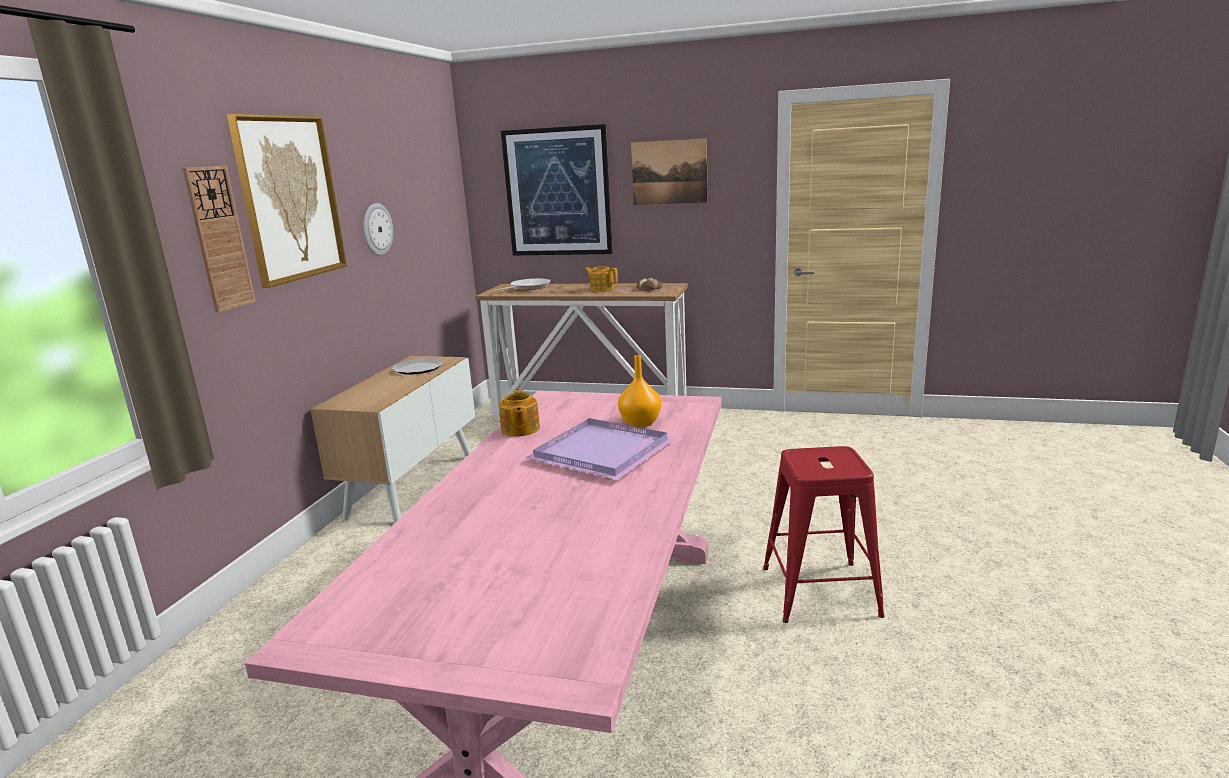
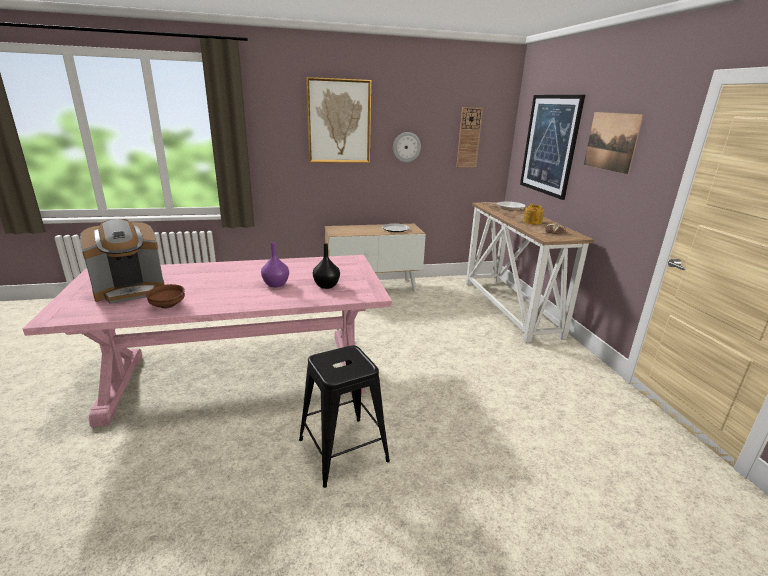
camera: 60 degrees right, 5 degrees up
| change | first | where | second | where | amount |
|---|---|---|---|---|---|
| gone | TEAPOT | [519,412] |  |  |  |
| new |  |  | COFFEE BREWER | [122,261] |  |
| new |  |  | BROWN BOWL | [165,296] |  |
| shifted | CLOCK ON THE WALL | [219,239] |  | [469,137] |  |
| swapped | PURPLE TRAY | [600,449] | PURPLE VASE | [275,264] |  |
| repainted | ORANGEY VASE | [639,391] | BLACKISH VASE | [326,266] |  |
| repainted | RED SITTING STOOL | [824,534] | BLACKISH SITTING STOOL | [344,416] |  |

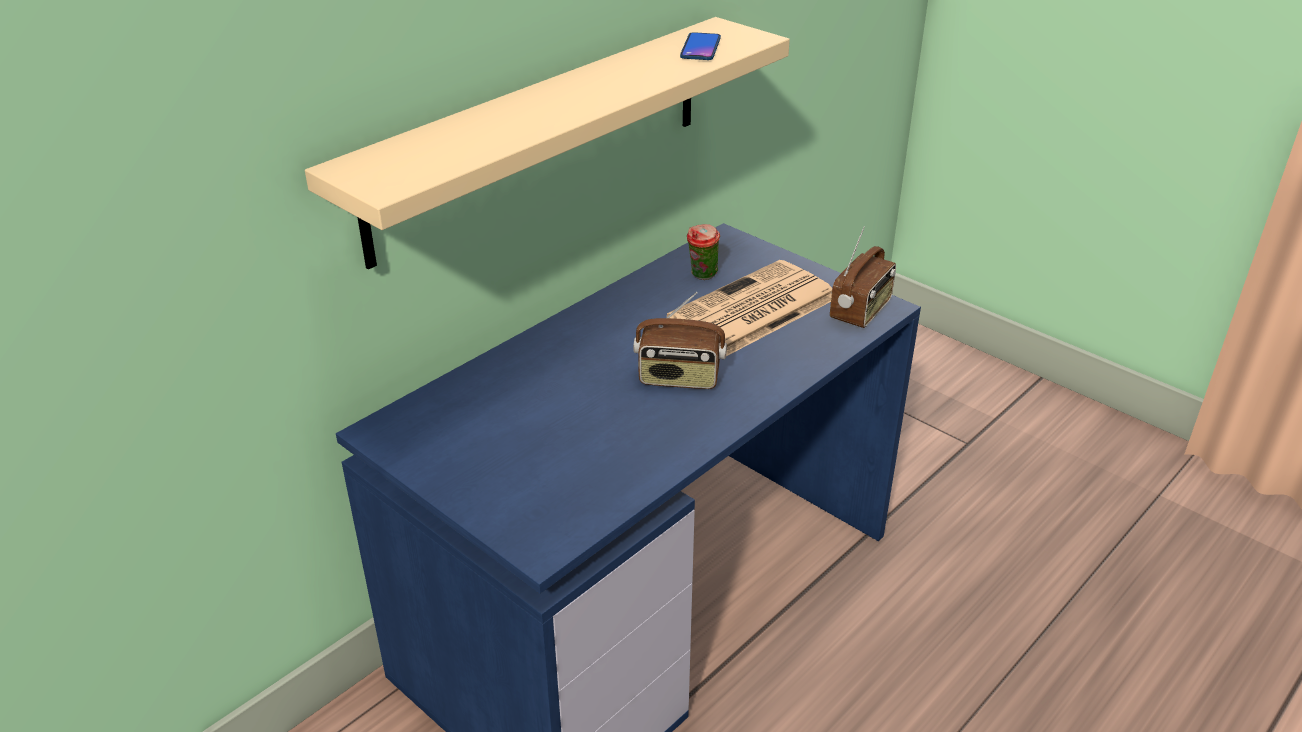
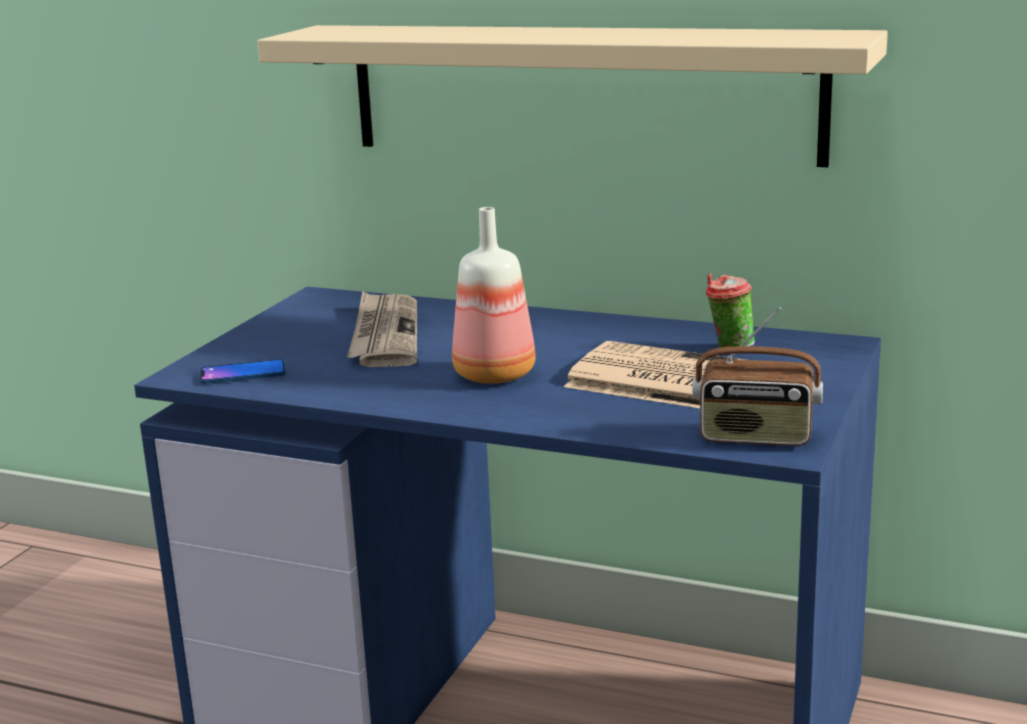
camera: 70 degrees right, 15 degrees down
| change | first | where | second | where | amount |
|---|---|---|---|---|---|
| new |  |  | DAILY PAPER | [382,329] |  |
| shifted | TELEPHONE | [700,46] |  | [242,371] |  |
| swapped | RADIO | [680,340] | DRINK BOTTLE | [494,295] |  |

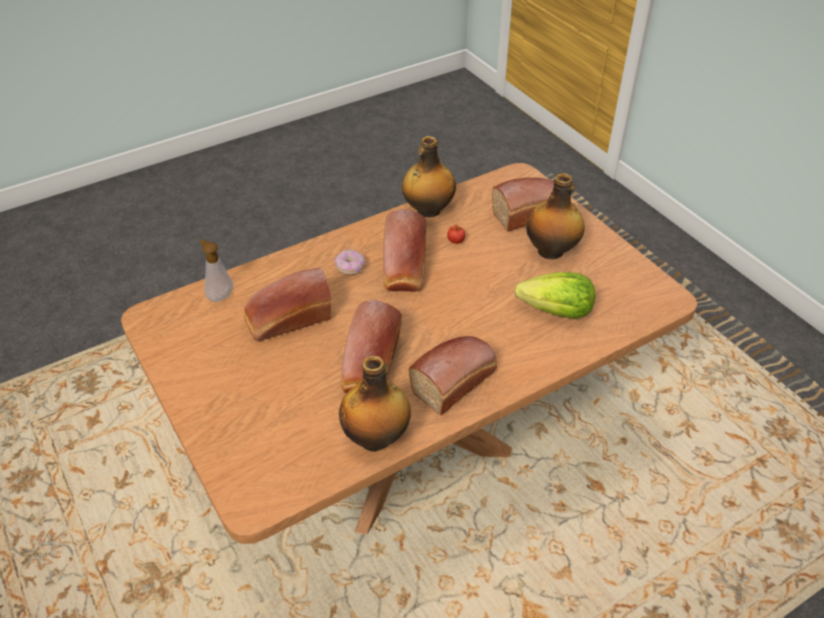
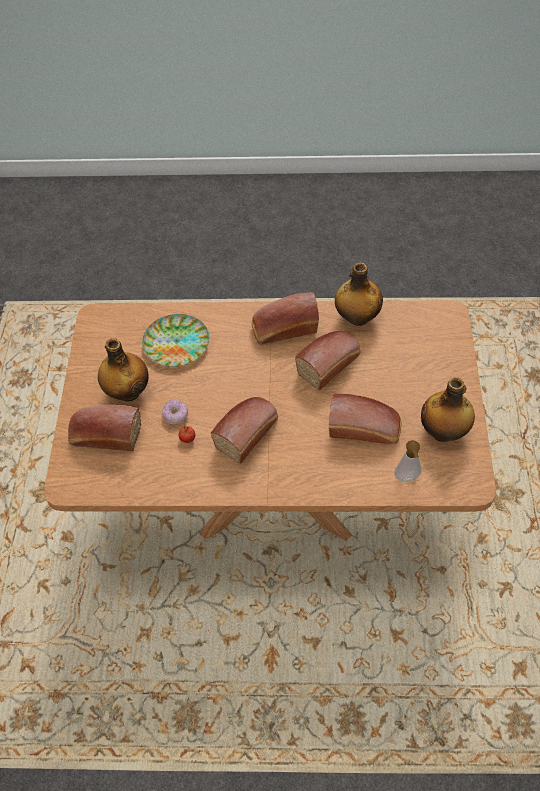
camera: 145 degrees left, 10 degrees up
| change | first | where | second | where | amount |
|---|---|---|---|---|---|
| shifted | DOUGHNUT | [350,262] |  | [175,412] |  |
| shifted | DRINK BOTTLE | [429,176] |  | [448,409] |  |
| swapped | LETTUCE | [555,295] | FLAT DISH | [175,340] |  |

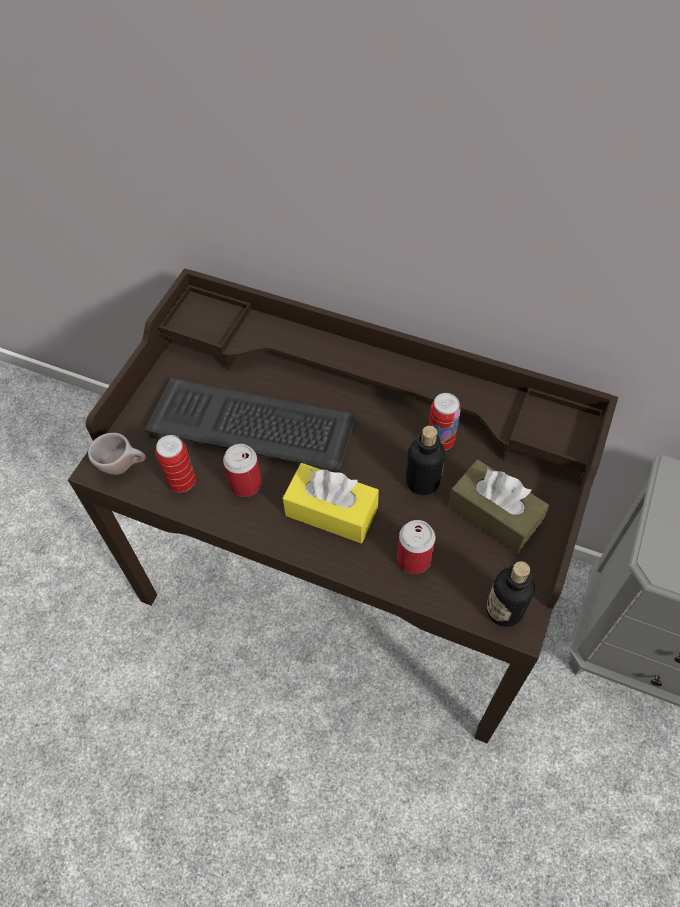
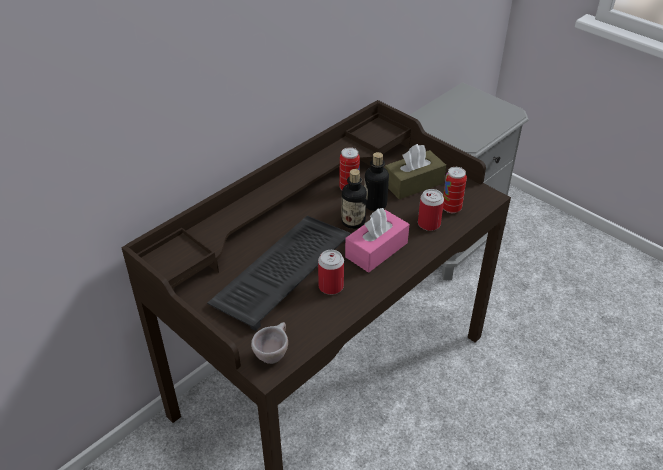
camera: 70 degrees left, 15 degrees down
| change | first | where | second | where | amount |
|---|---|---|---|---|---|
| shifted | CAN | [176,463] |  | [455,190] |  |
| shifted | DRINK BOTTLE | [510,594] |  | [354,199] |  |
| repainted | YELLOWISH BOX OF TISSUES | [331,503] | PINKISH BOX OF TISSUES | [377,240] |  |

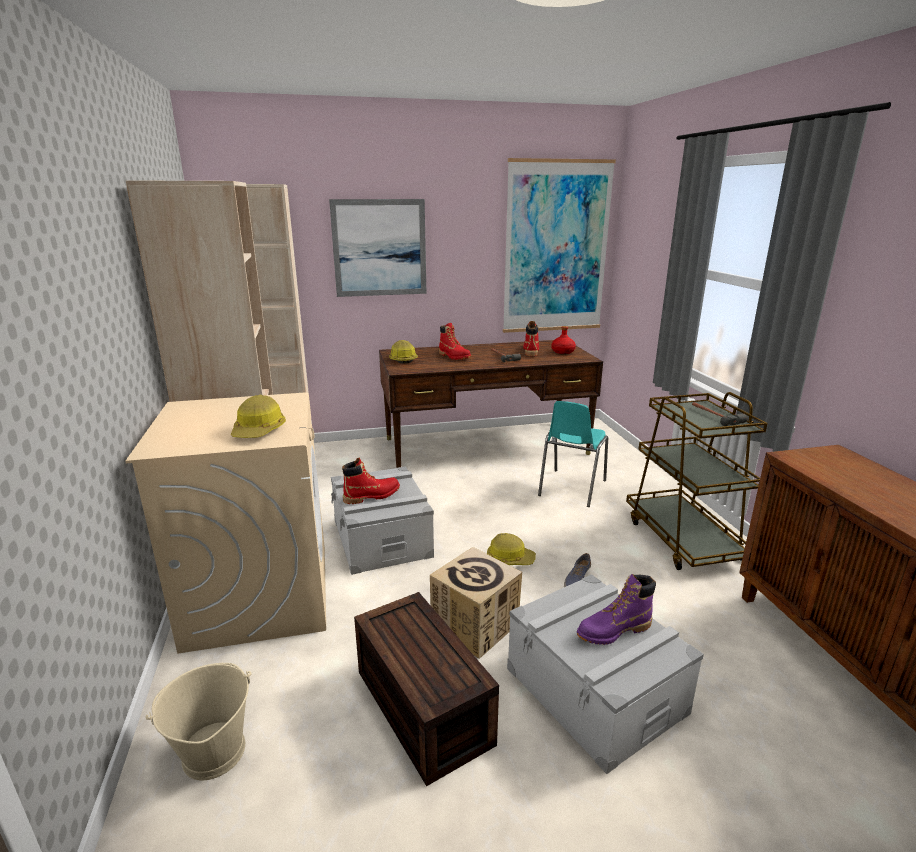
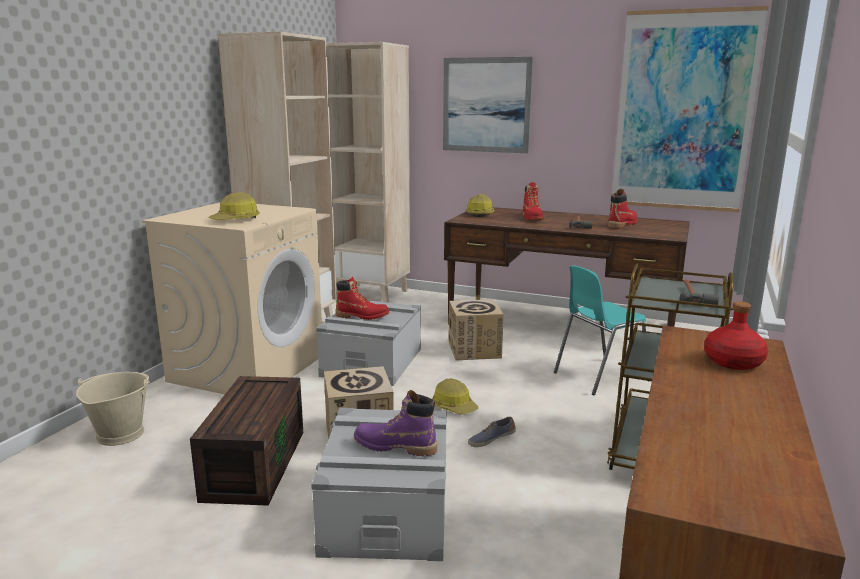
camera: 35 degrees right, 5 degrees down
| change | first | where | second | where | amount |
|---|---|---|---|---|---|
| new |  |  | CARTON | [476,329] |  |
| shifted | RED DRINK BOTTLE | [563,340] |  | [736,335] |  |

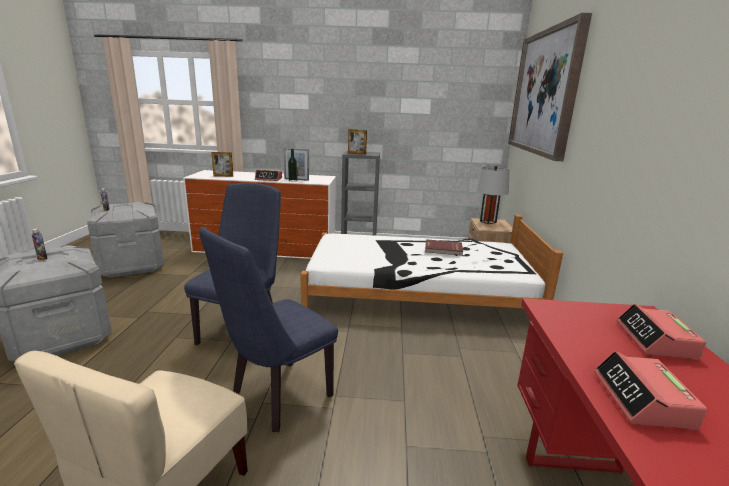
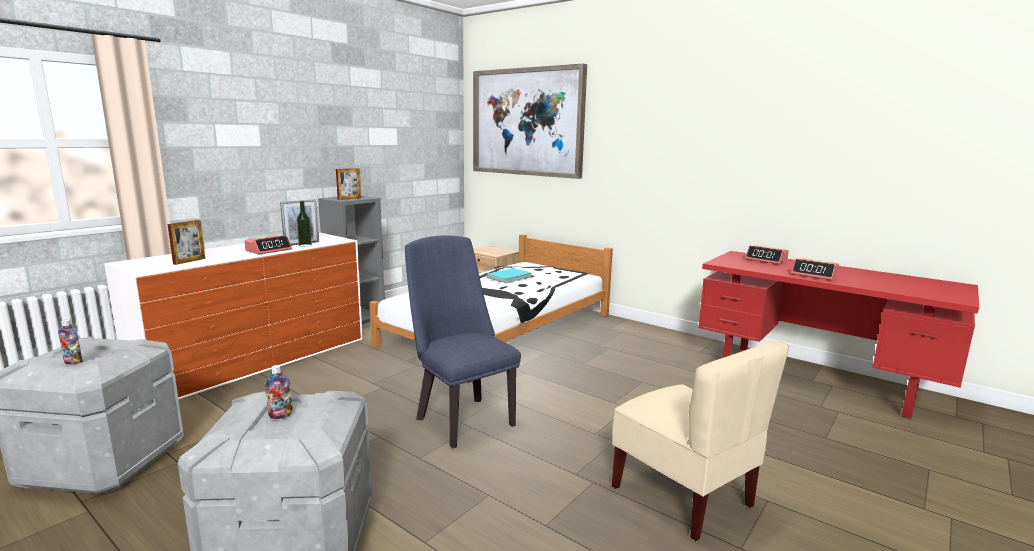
camera: 55 degrees left, 5 degrees down
| change | first | where | second | where | amount |
|---|---|---|---|---|---|
| gone | BLUE PLAIN CHAIR | [268,329] |  |  |  |
| gone | GREY TABLETOP LAMP | [493,195] |  |  |  |
| repainted | RED BOUND BOOK | [444,247] | TURQUOISE BOUND BOOK | [508,275] |  |

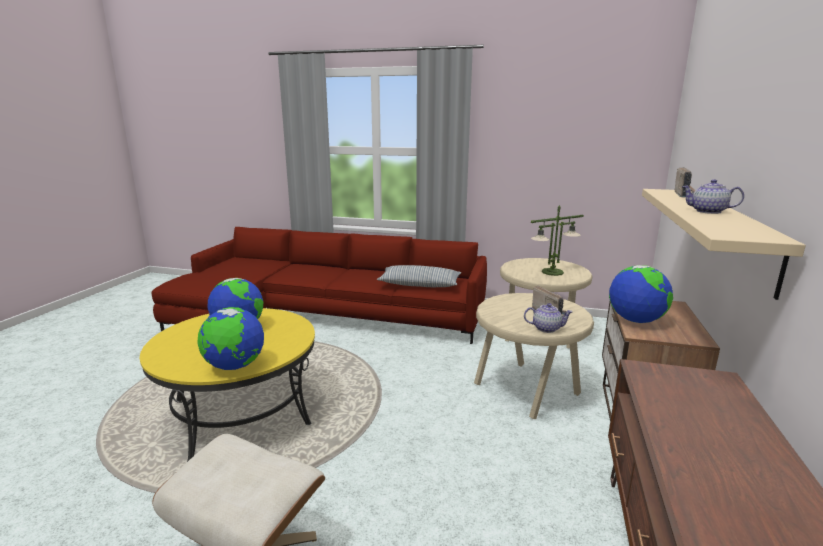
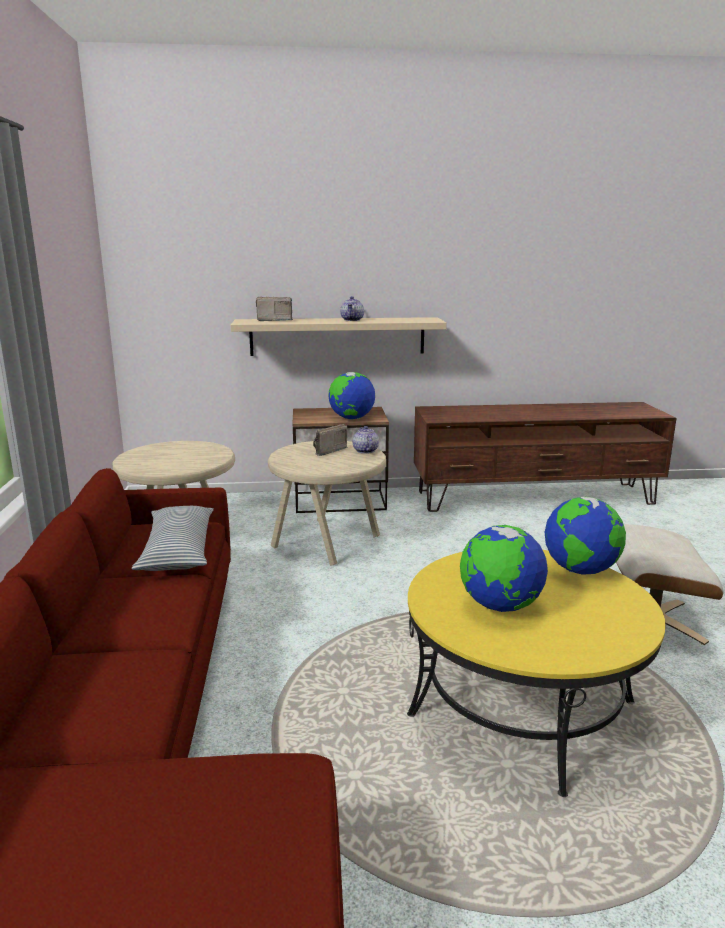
camera: 110 degrees left, 0 degrees up
| change | first | where | second | where | amount |
|---|---|---|---|---|---|
| gone | TABLETOP LAMP | [557,240] |  |  |  |

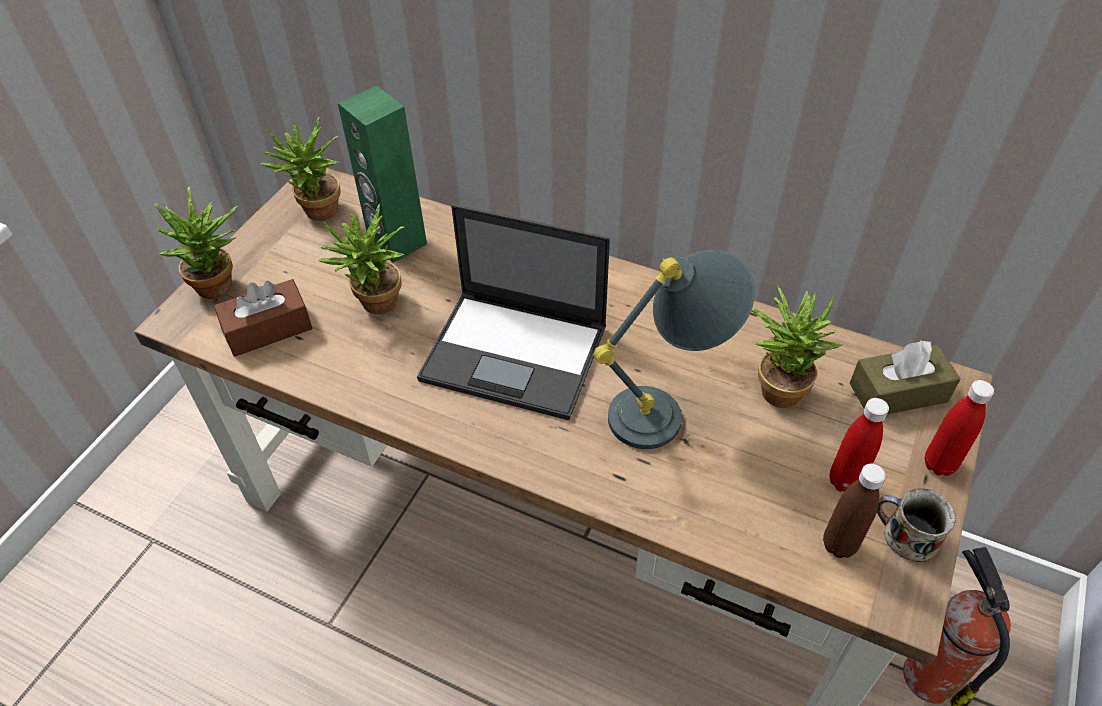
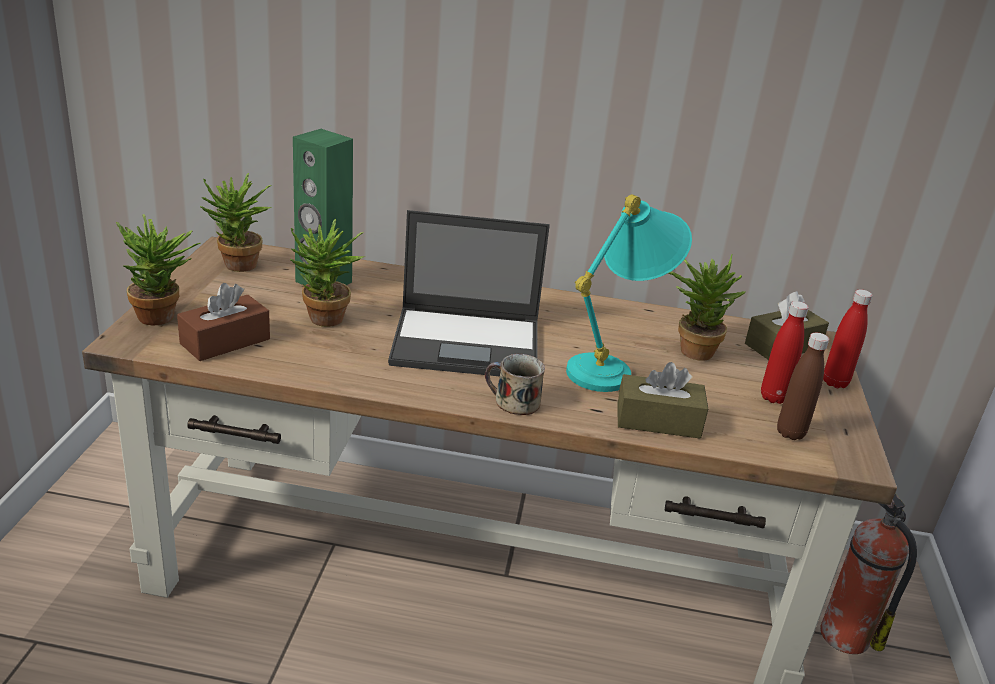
camera: 20 degrees left, 20 degrees down
| change | first | where | second | where | amount |
|---|---|---|---|---|---|
| new |  |  | BROWN BOX OF TISSUES | [662,400] |  |
| shifted | COFFEE MUG | [916,525] |  | [515,384] |  |
| repainted | GREY TABLETOP LAMP | [674,349] | TURQUOISE TABLETOP LAMP | [629,293] |  |

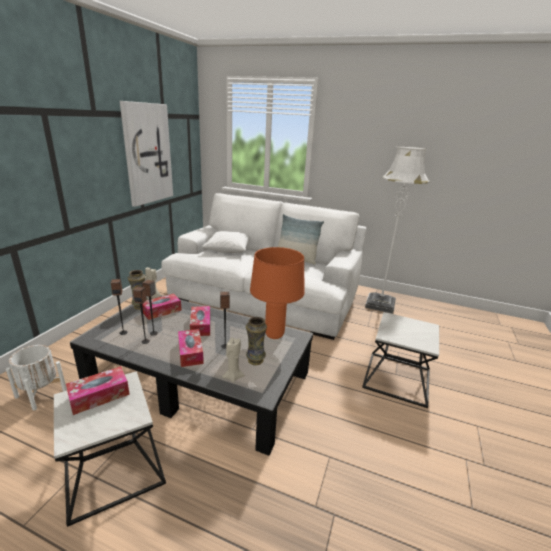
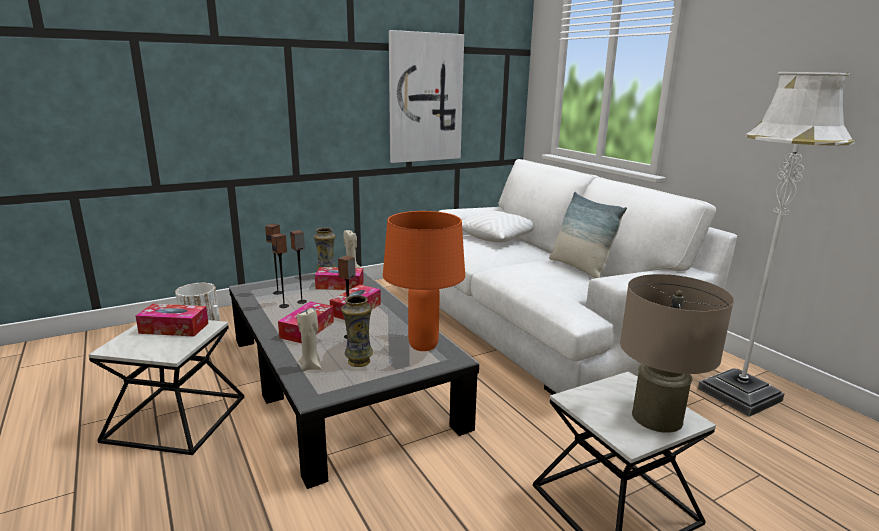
camera: 40 degrees right, 5 degrees down
| change | first | where | second | where | amount |
|---|---|---|---|---|---|
| new |  |  | SAND-COLOURED TABLETOP LAMP | [677,353] |  |

